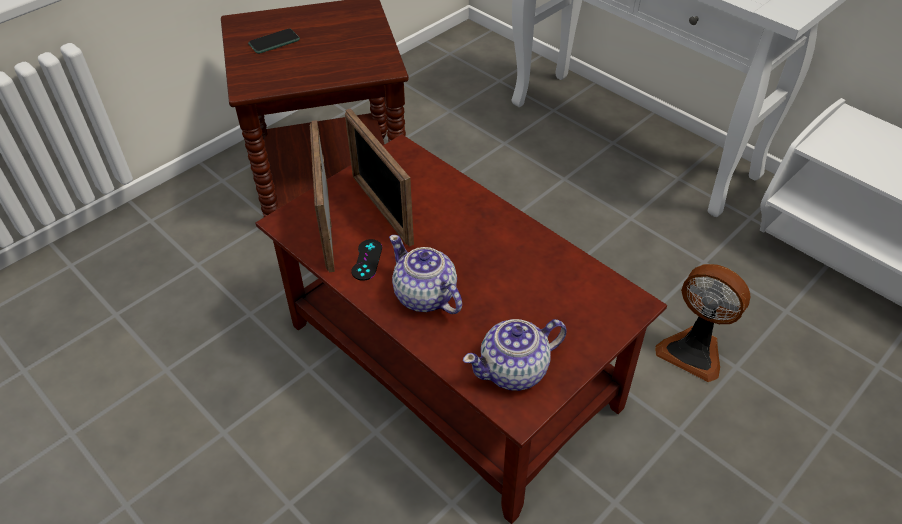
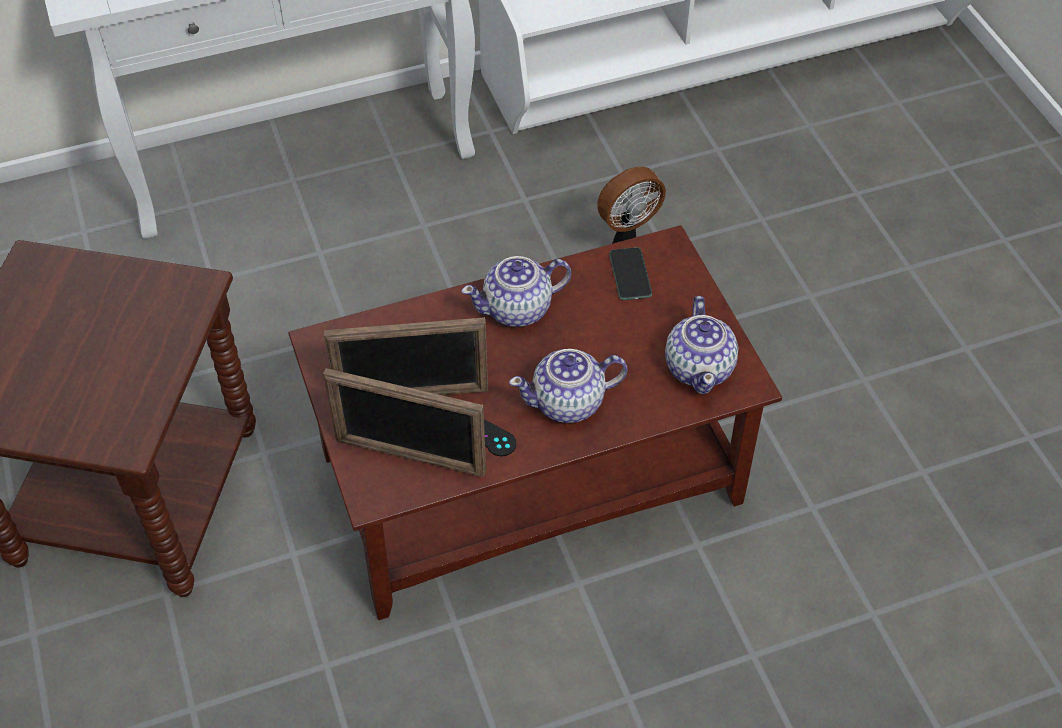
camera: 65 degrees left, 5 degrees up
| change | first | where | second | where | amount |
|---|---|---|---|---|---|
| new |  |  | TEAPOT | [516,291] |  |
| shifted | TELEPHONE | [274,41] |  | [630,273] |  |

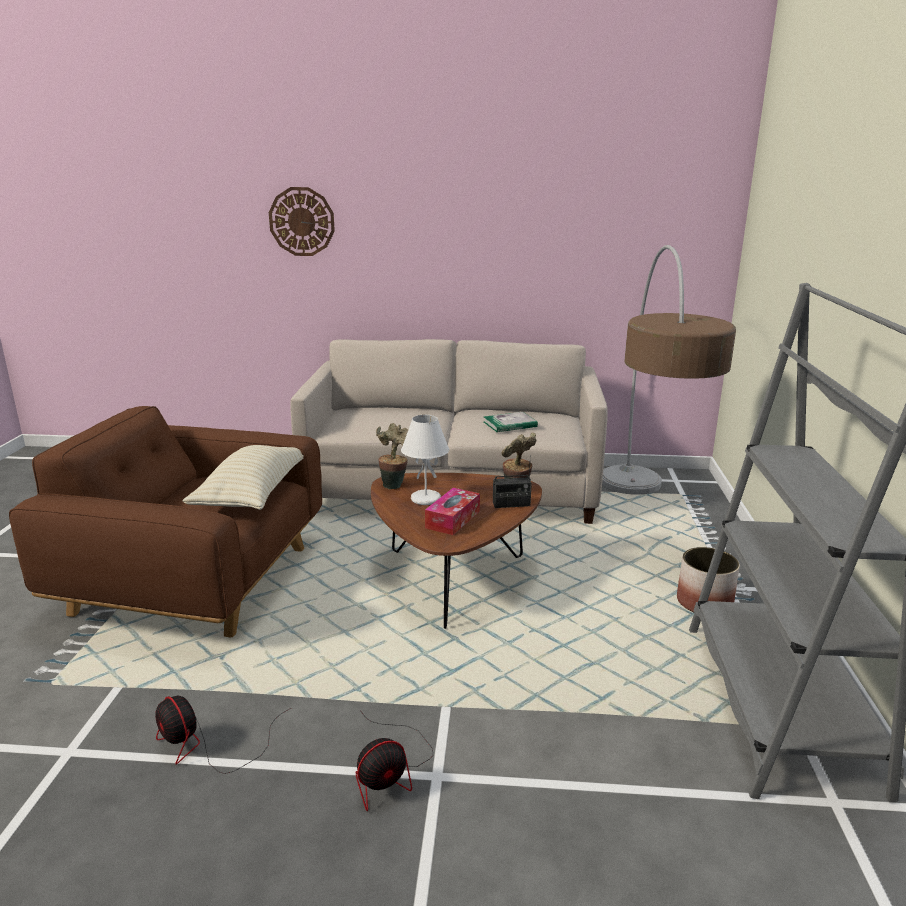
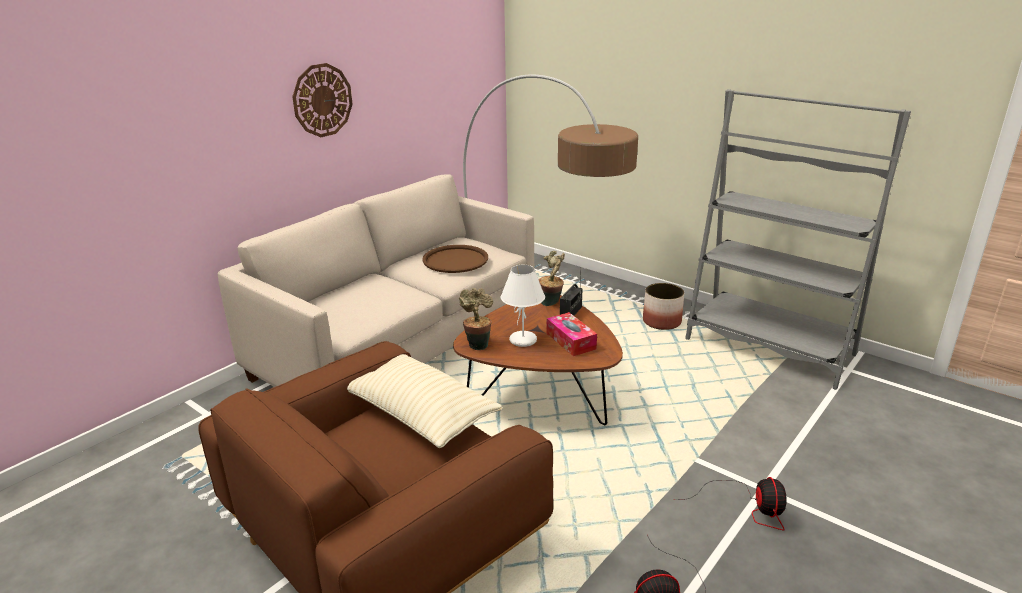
camera: 55 degrees left, 5 degrees up
| change | first | where | second | where | amount |
|---|---|---|---|---|---|
| shifted | CLOCK ON THE WALL | [302,221] |  | [322,100] |  |
| swapped | BOUND BOOK | [511,422] | BROWN TRAY | [455,259] |  |

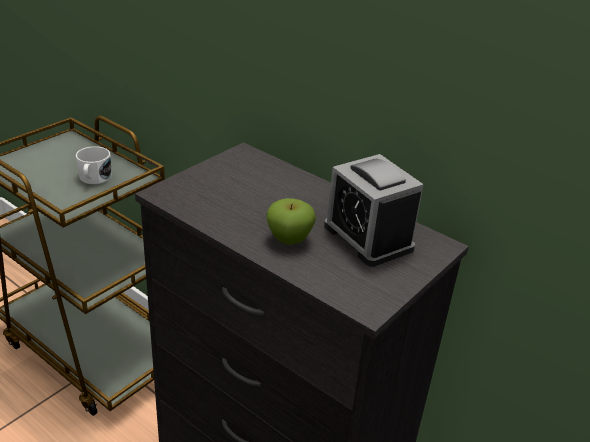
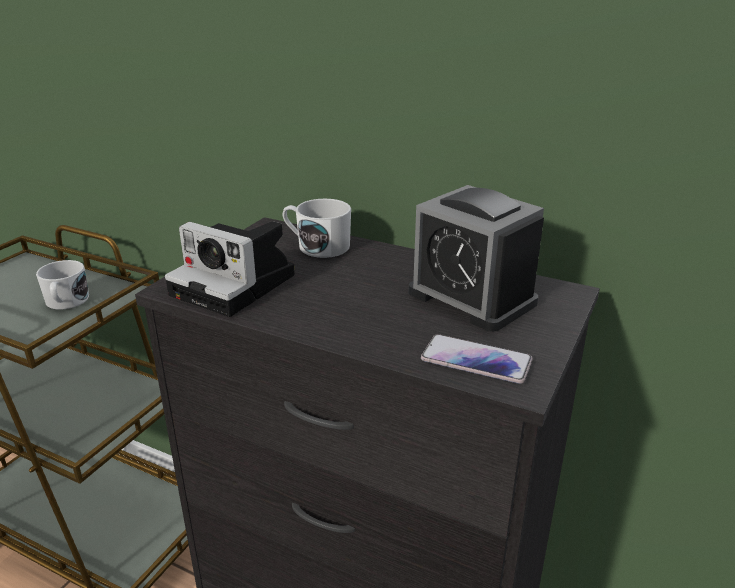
camera: 10 degrees left, 5 degrees down
| change | first | where | second | where | amount |
|---|---|---|---|---|---|
| gone | APPLE FRUIT | [291,221] |  |  |  |
| new |  |  | STILL CAMERA | [230,269] |  |
| new |  |  | WHITE-COLOURED COFFEE MUG | [317,228] |  |
| new |  |  | TELEPHONE | [477,359] |  |

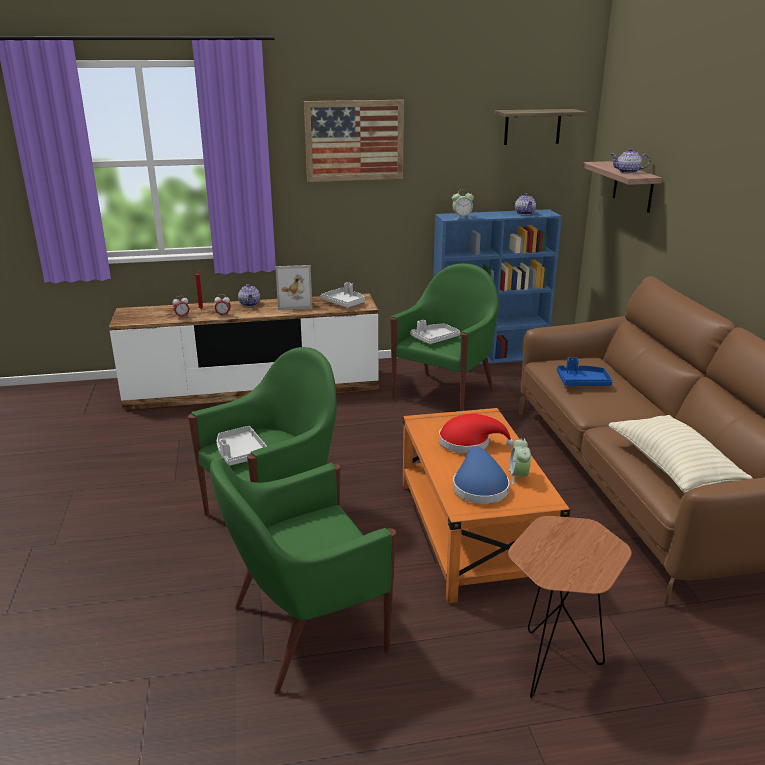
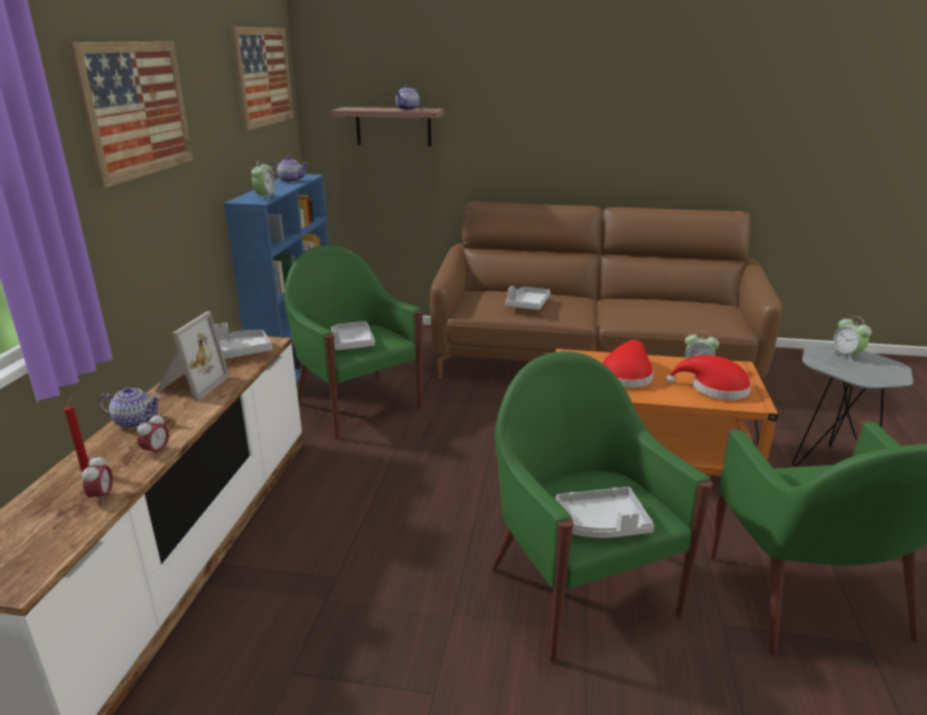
camera: 70 degrees left, 0 degrees up
| change | first | where | second | where | amount |
|---|---|---|---|---|---|
| gone | SAND-COLOURED THROW PILLOW | [680,454] |  |  |  |
| new |  |  | ALARM CLOCK | [851,339] |  |
| swapped | BRACKET SHELF | [540,127] | PICTURE | [262,79] |  |
| repainted | BLUE WEARABLE HAT | [481,475] | RED WEARABLE HAT | [709,377] |  |
| repainted | BROWN ACCENT TABLE | [570,607] | GREY ACCENT TABLE | [852,405] |  |
| repainted | BLUE TRAY | [585,372] | GREY TRAY | [527,298] |  |

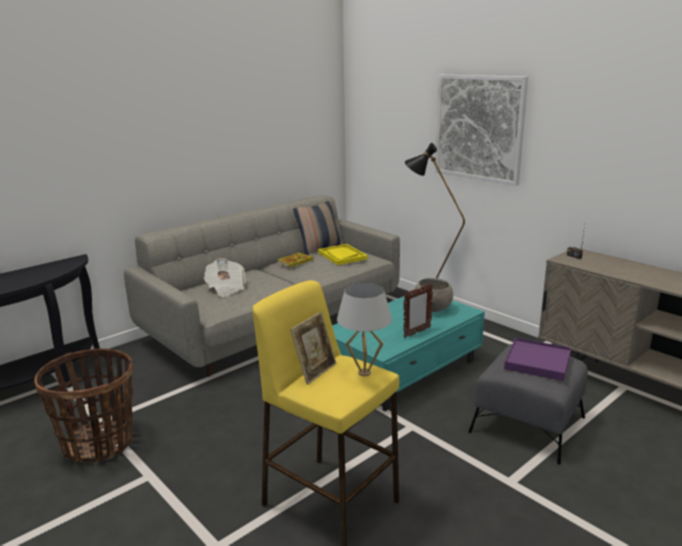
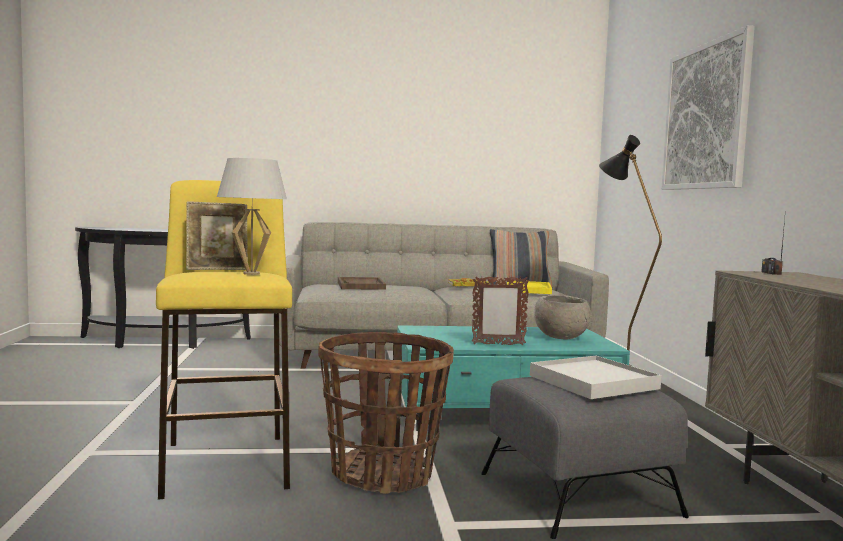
camera: 35 degrees right, 15 degrees down
| change | first | where | second | where | amount |
|---|---|---|---|---|---|
| shifted | HOUSEHOLD BASKET | [83,405] |  | [386,413] |  |
| swapped | DAILY PAPER | [224,277] | BROWN TRAY | [362,283] |  |
| repainted | PURPLE TRAY | [537,359] | WHITE-COLOURED TRAY | [596,377] |  |

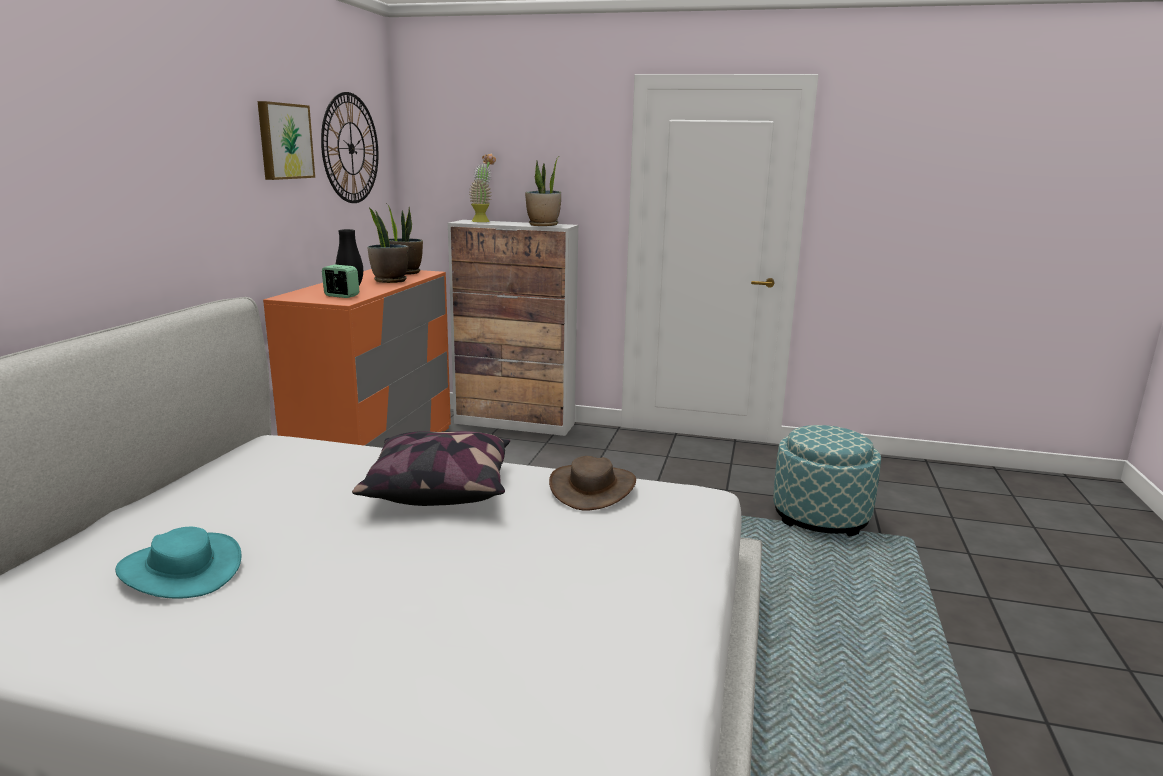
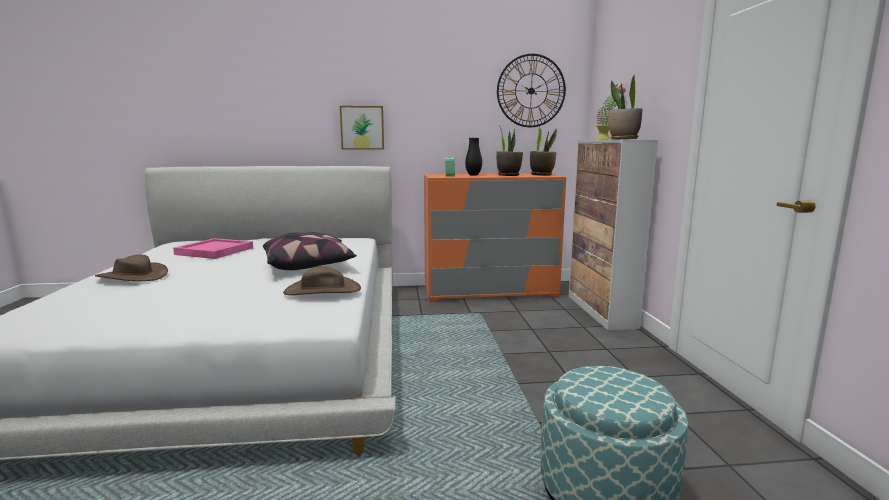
camera: 70 degrees right, 5 degrees down
| change | first | where | second | where | amount |
|---|---|---|---|---|---|
| new |  |  | BROWN WEARABLE HAT | [131,268] |  |
| shifted | PICTURE | [286,140] |  | [362,128] |  |
| swapped | TURQUOISE WEARABLE HAT | [178,563] | PINKISH TRAY | [213,248] |  |

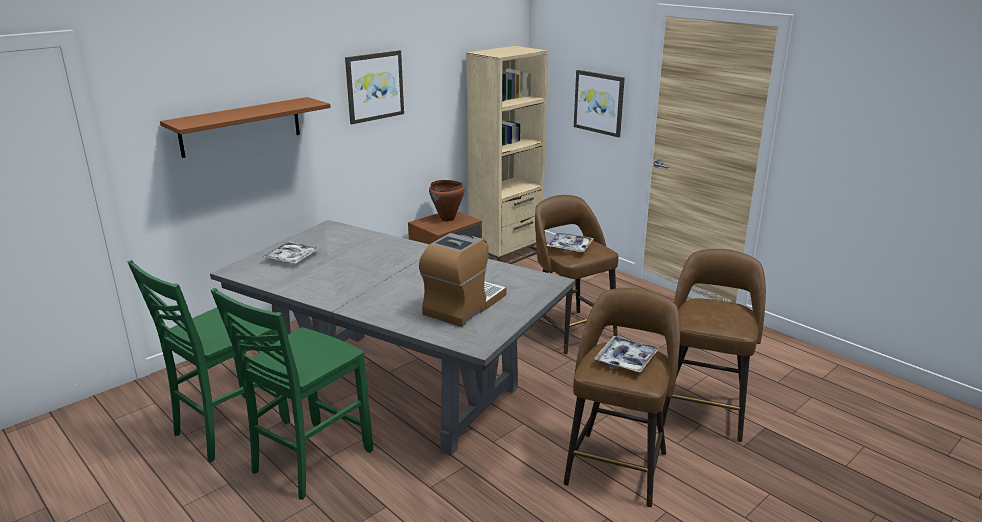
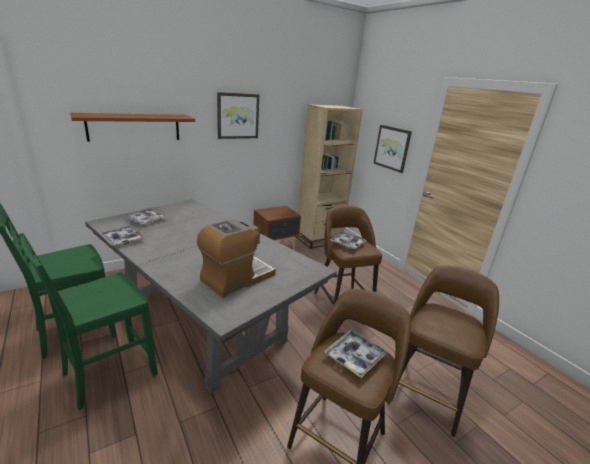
camera: 10 degrees right, 0 degrees up
| change | first | where | second | where | amount |
|---|---|---|---|---|---|
| gone | BROWN STOCKPOT | [446,200] |  |  |  |
| new |  |  | TRAY | [122,236] |  |

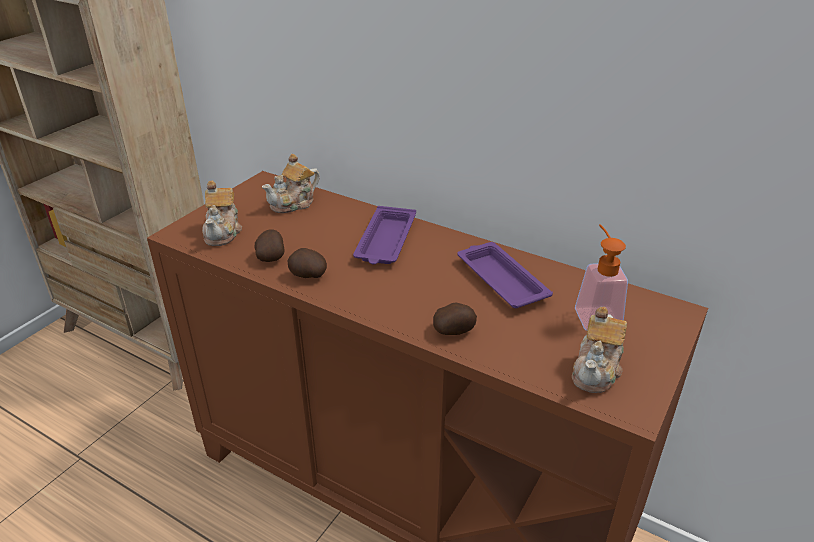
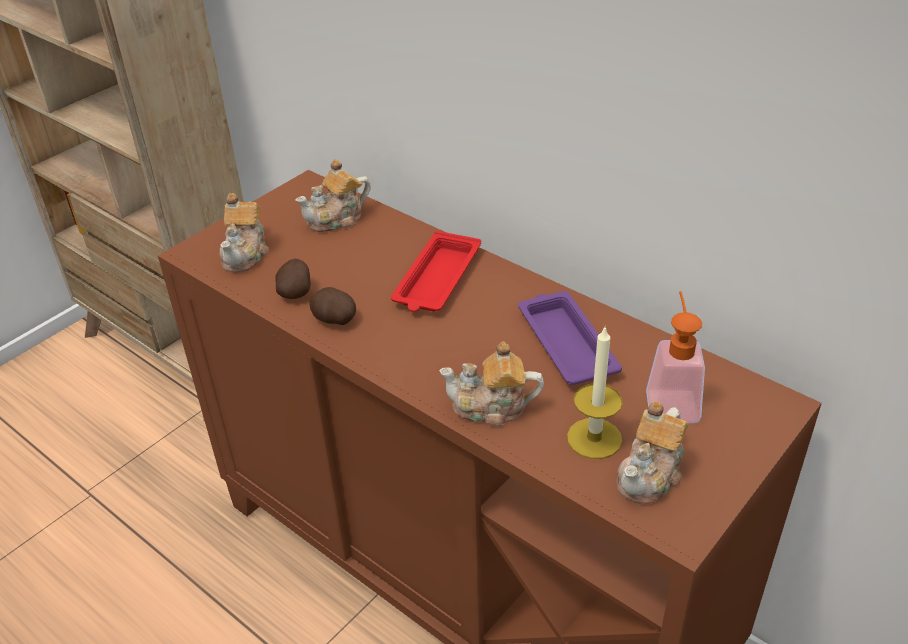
camera: 10 degrees right, 5 degrees up
| change | first | where | second | where | amount |
|---|---|---|---|---|---|
| new |  |  | WAX LIGHT | [595,393] |  |
| swapped | POTATO | [455,319] | TEAPOT | [491,384] |  |
| repainted | PURPLE TRAY | [384,235] | RED TRAY | [436,271] |  |

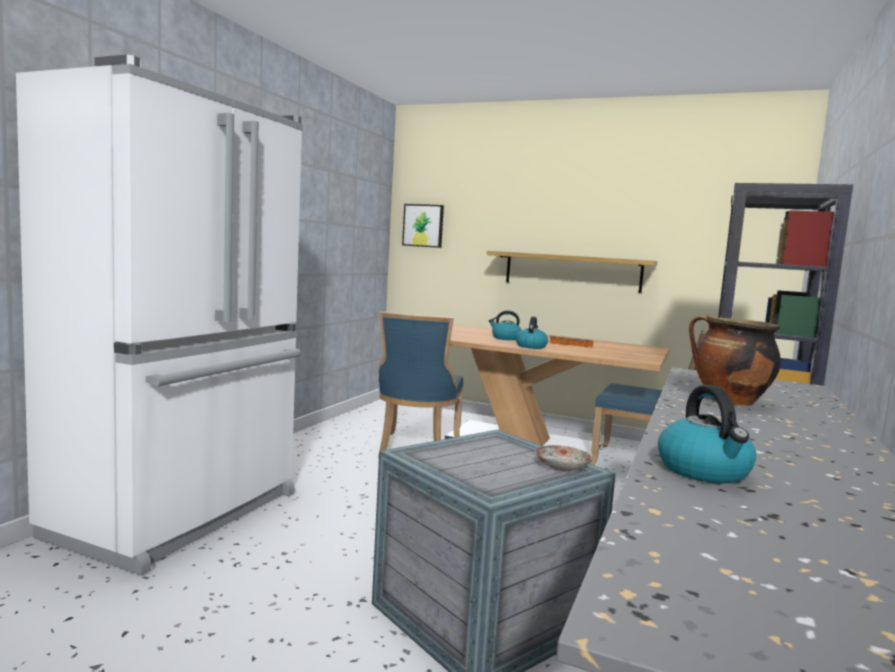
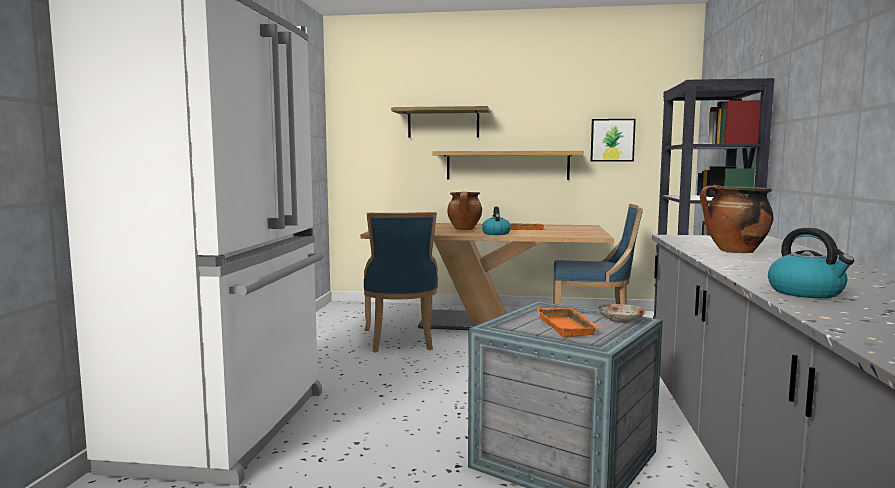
camera: 15 degrees left, 0 degrees up
| change | first | where | second | where | amount |
|---|---|---|---|---|---|
| new |  |  | BRACKET SHELF | [440,122] |  |
| new |  |  | ORANGEY TRAY | [568,322] |  |
| shifted | PICTURE | [423,226] |  | [613,140] |  |
| swapped | TEA KETTLE | [505,325] | STOCKPOT | [464,211] |  |

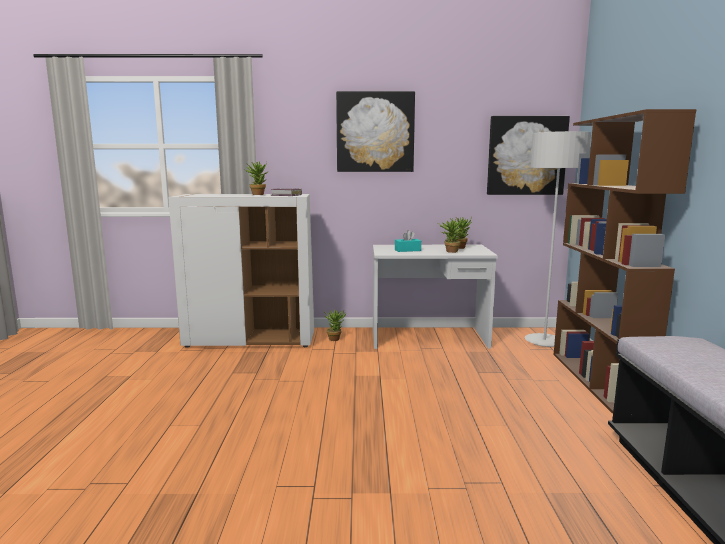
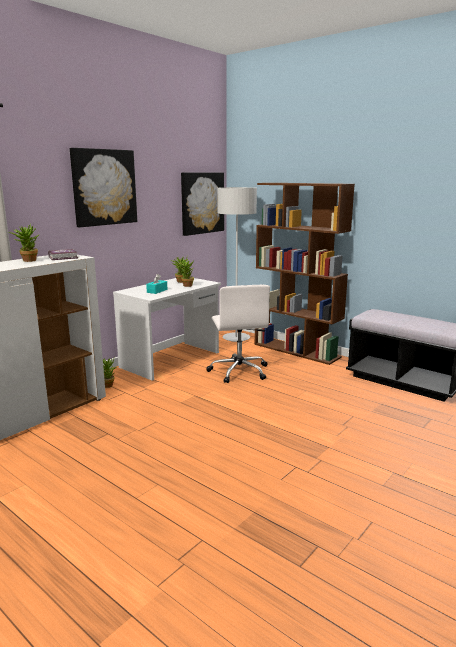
camera: 50 degrees left, 5 degrees up
| change | first | where | second | where | amount |
|---|---|---|---|---|---|
| new |  |  | WHITE-COLOURED DESK CHAIR | [238,334] |  |

